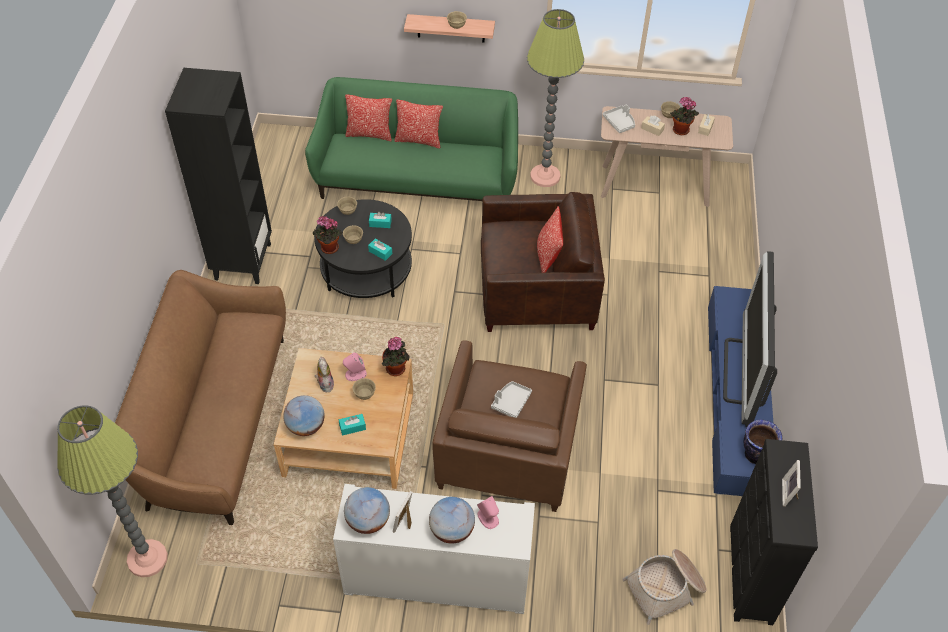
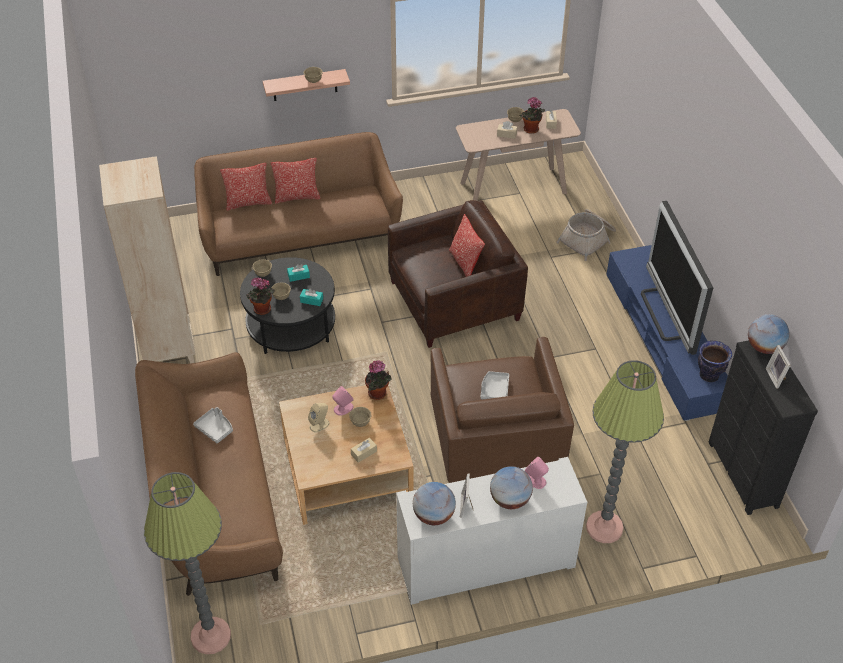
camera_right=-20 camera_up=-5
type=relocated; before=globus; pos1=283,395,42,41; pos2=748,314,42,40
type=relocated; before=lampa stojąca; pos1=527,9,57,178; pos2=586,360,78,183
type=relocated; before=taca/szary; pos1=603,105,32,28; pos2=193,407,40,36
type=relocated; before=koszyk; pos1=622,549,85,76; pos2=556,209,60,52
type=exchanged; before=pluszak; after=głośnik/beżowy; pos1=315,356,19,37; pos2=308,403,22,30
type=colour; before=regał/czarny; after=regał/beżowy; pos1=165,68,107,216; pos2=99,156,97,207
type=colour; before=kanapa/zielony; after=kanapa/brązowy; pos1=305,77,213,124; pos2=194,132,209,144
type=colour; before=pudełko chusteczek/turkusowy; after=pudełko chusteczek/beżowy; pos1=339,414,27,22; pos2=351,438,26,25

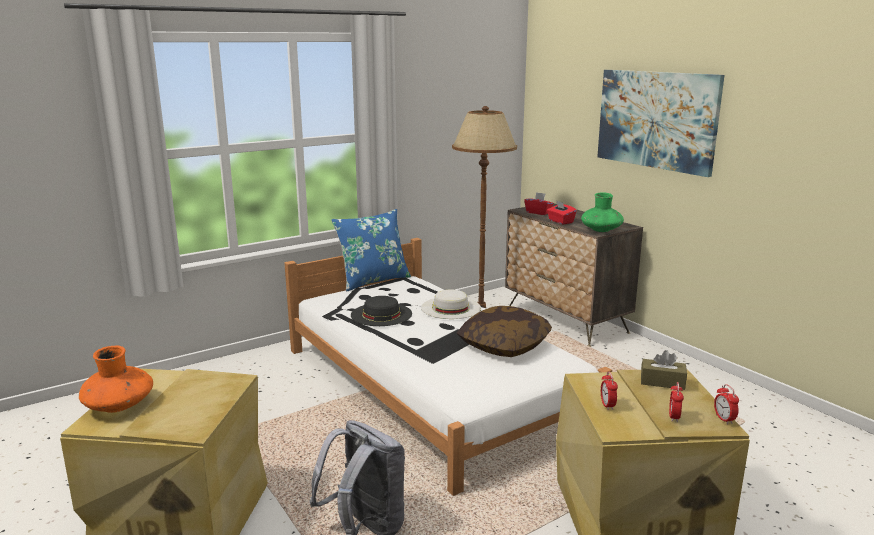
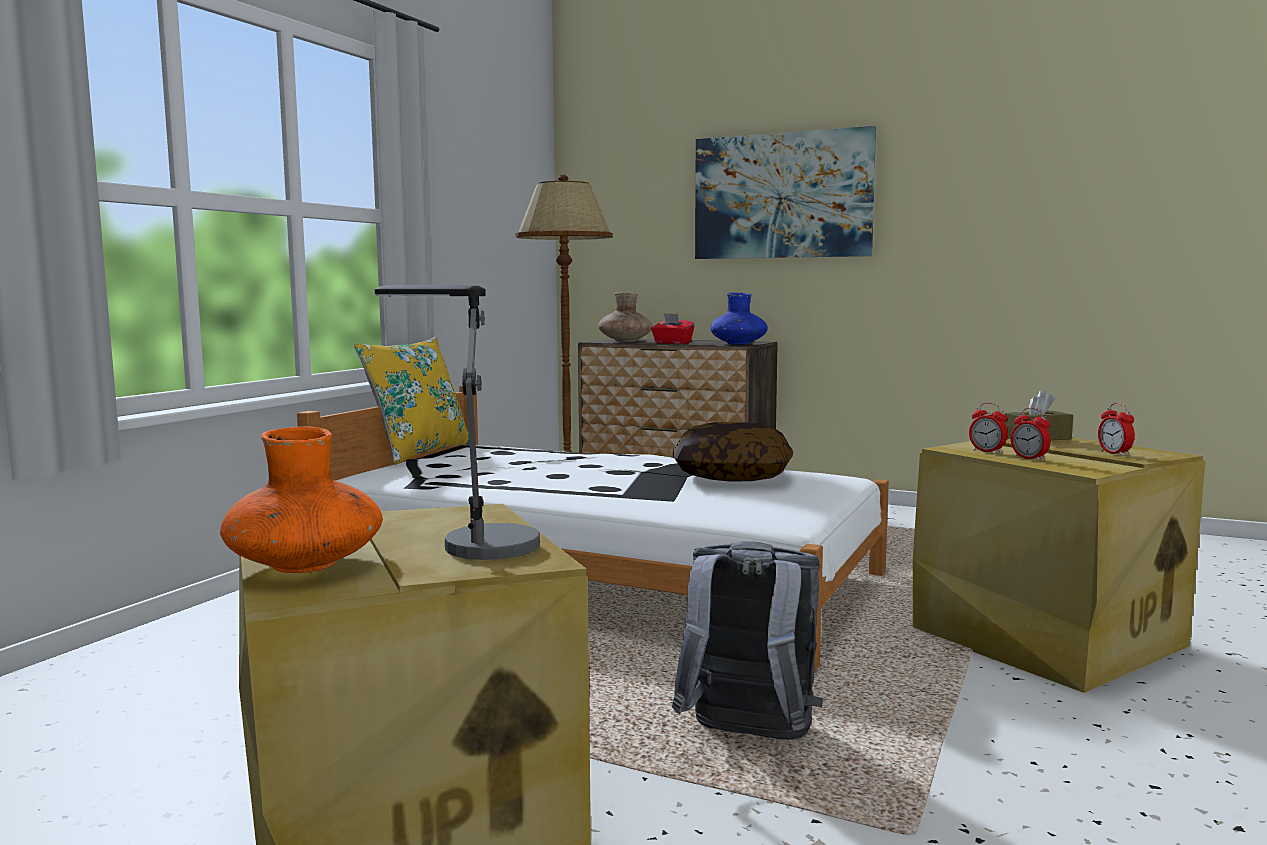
camera_right=-30 camera_up=-10
type=missing; before=kapelusz/czarny; pos1=351,296,61,30
type=missing; before=kapelusz/biały; pos1=421,290,60,29
type=appeared; after=lampa stołowa; pos2=375,285,165,275
type=relocated; before=budzik; pos1=714,384,25,41; pos2=969,402,39,52
type=exchanged; before=pudełko chusteczek/czerwony; after=wazon/brązowy; pos1=524,192,30,23; pos2=598,293,55,49
type=colour; before=poduszka/niebieski; after=poduszka/żółty; pos1=332,209,79,82; pos2=354,337,115,128
type=colour; before=wazon/zielony; after=wazon/niebieski; pos1=581,193,43,39; pos2=710,293,58,52

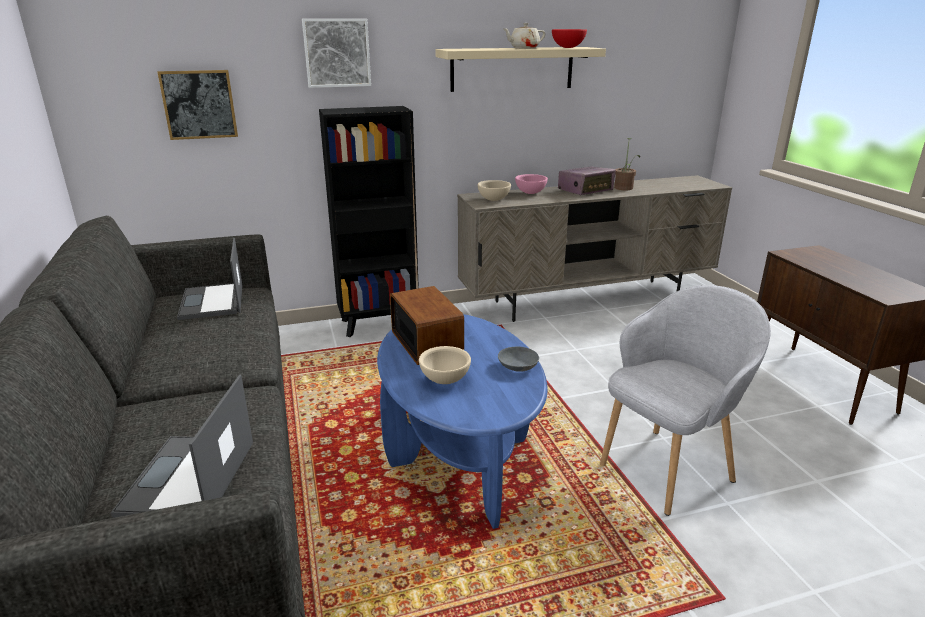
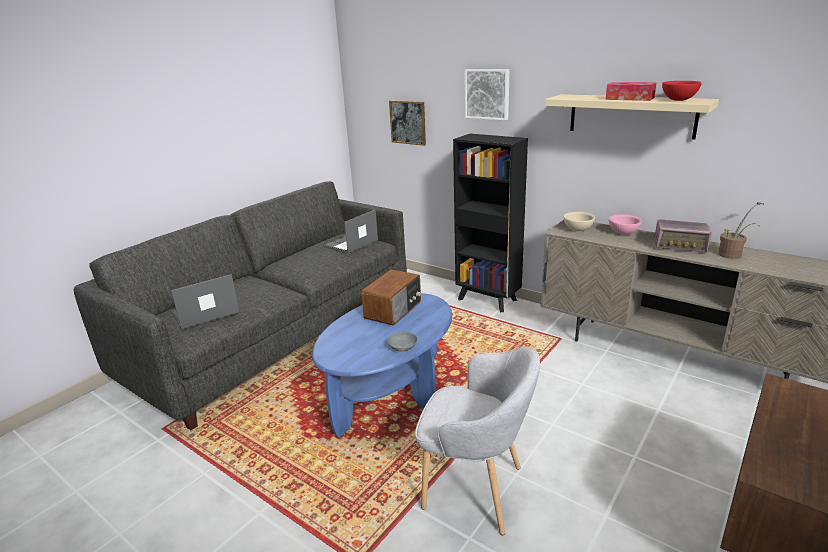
camera_right=55 camera_up=0
type=missing; before=miska/beżowy; pos1=419,346,52,38
type=exchanged; before=imbryk/beżowy; after=pudełko chusteczek; pos1=502,23,44,26; pos2=606,82,51,19

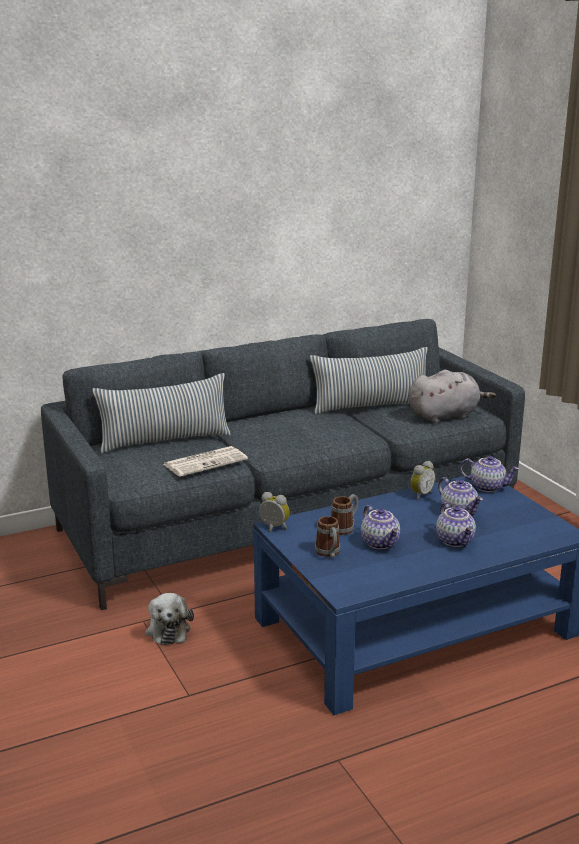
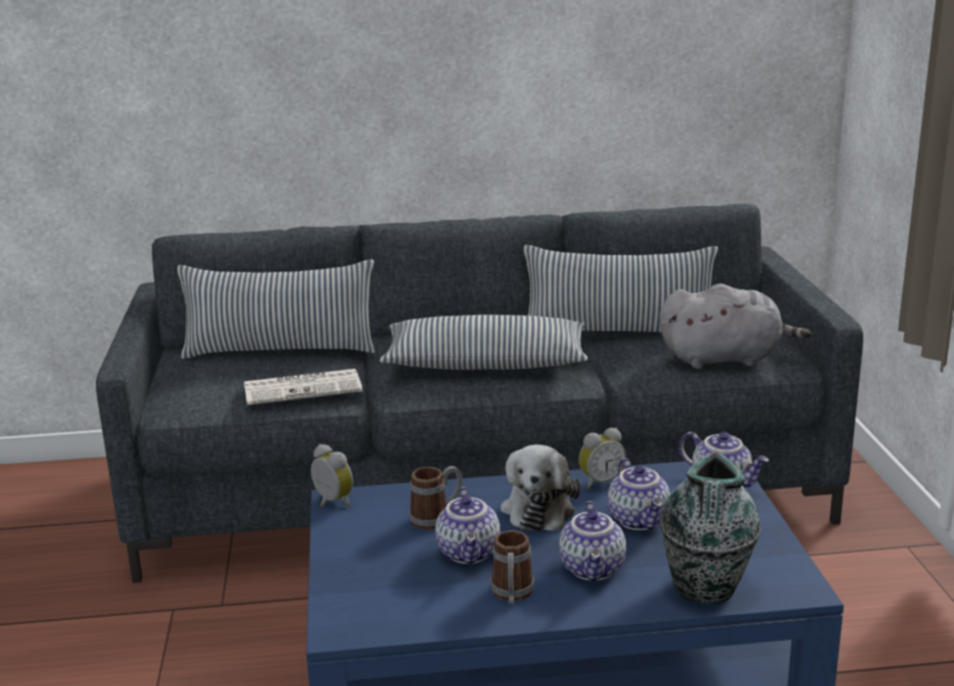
camera_right=20 camera_up=0
type=appeared; after=poduszka; pos2=379,315,209,55
type=appeared; after=wazon; pos2=660,451,101,154
type=relocated; before=pluszak; pos1=145,593,49,52; pos2=501,444,80,87
type=relocated; before=kubek; pos1=315,516,25,42; pos2=490,530,45,74

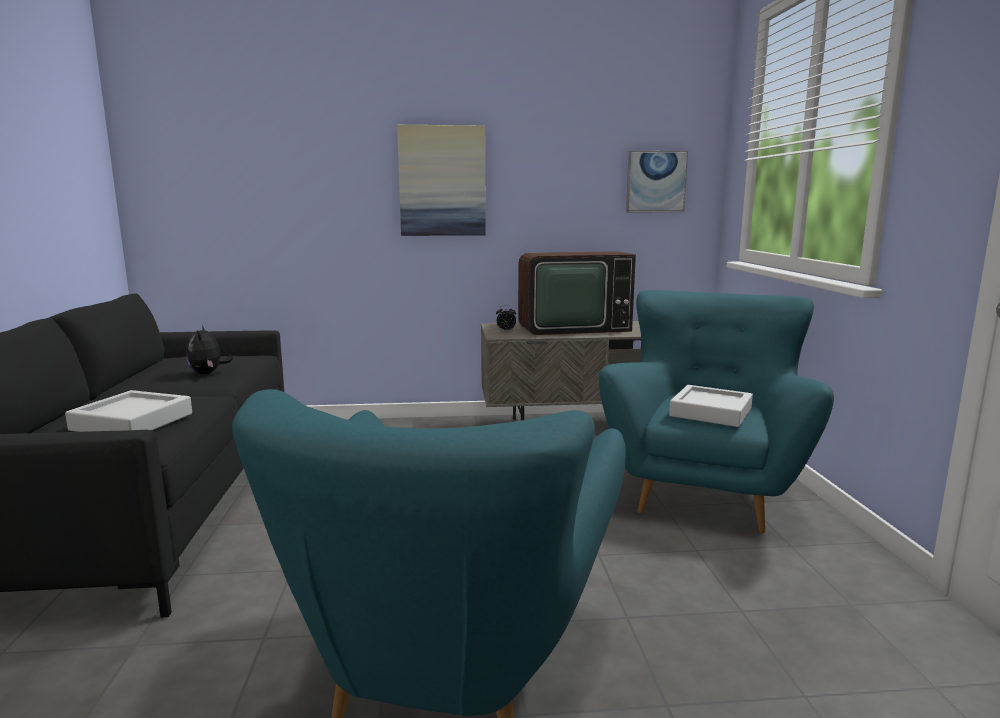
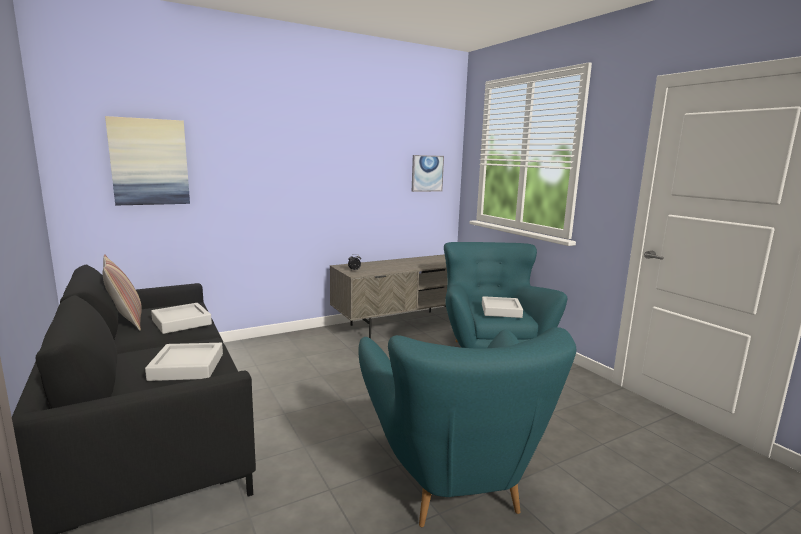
camera_right=-25 camera_up=0
type=missing; before=telewizor; pos1=518,251,118,84
type=appeared; after=poduszka; pos2=103,254,39,77
type=relocated; before=obraz; pos1=397,125,89,111; pos2=105,116,85,90
type=exchanged; before=pluszak; after=taca/szary; pos1=187,325,46,49; pos2=151,303,61,31

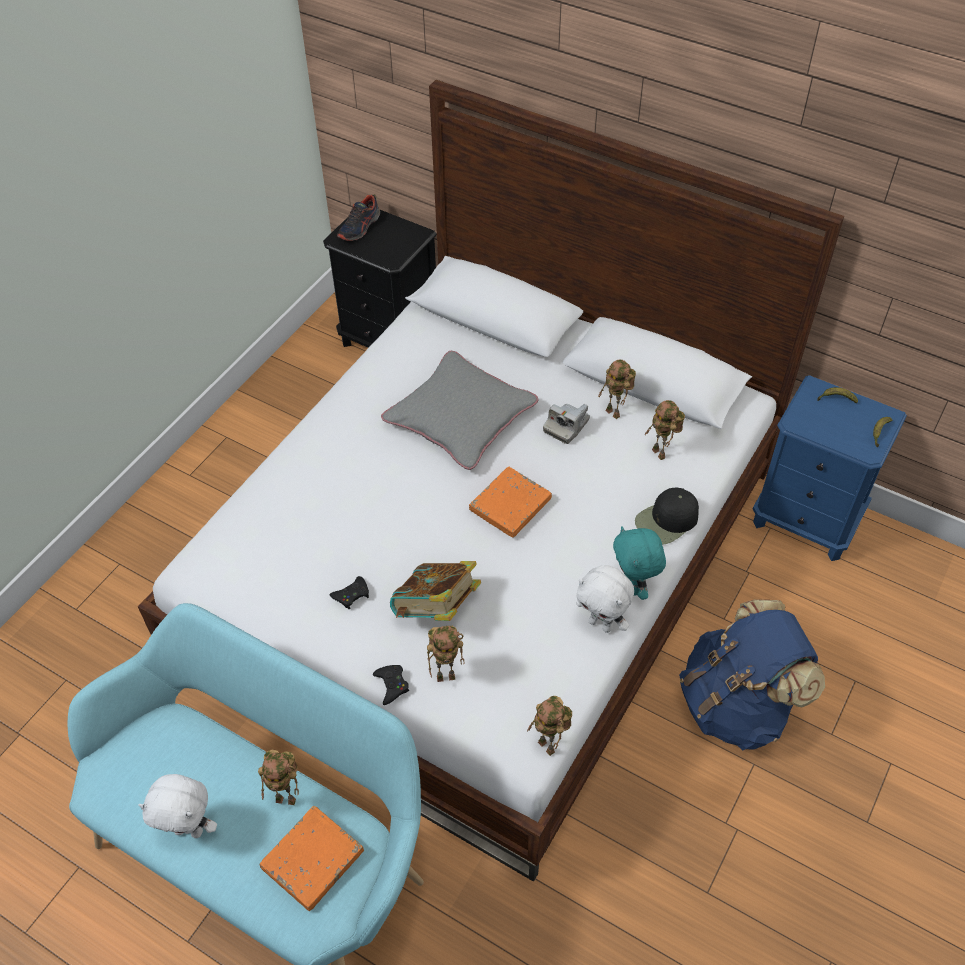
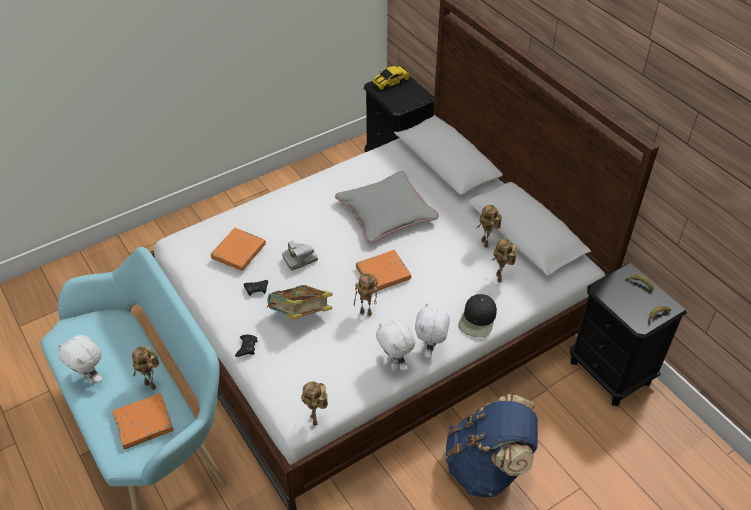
camera_right=25 camera_up=-5
type=appeared; after=książka/pomarańczowy; pos2=210,228,56,43
type=relocated; before=robot zabawkowy; pos1=427,626,38,56; pos2=354,273,24,43
type=relocated; before=aparat fotograficzny; pos1=543,404,47,40; pos2=282,241,36,29
type=exchanged; before=but; after=samochodzik; pos1=337,195,43,46; pos2=373,65,36,25
type=colour; before=pluszak/turkusowy; after=pluszak/biały; pos1=613,526,53,74; pos2=415,302,35,56
type=colour; before=szafka nocna/niebieski; after=szafka nocna/czarny; pos1=753,375,154,186; pos2=570,263,117,143
type=spun; before=czapka z daszkiem/czarny; pos1=635,487,64,58; pos2=459,294,38,44; turn=-60

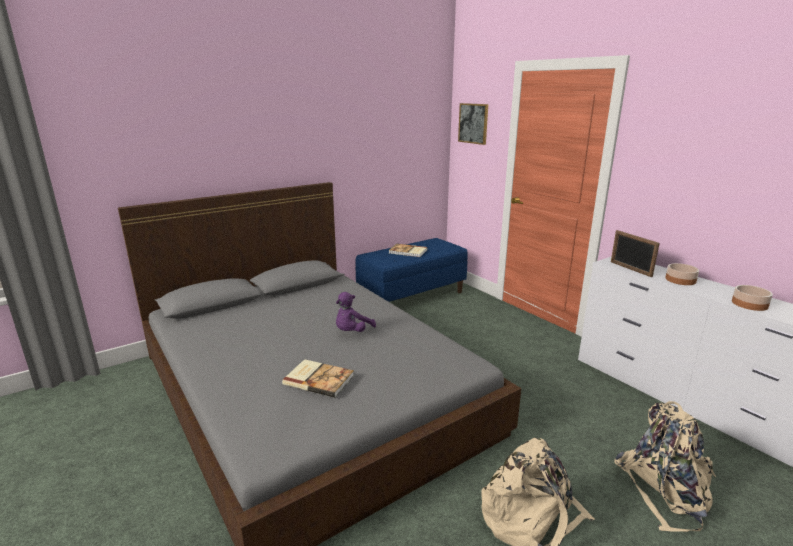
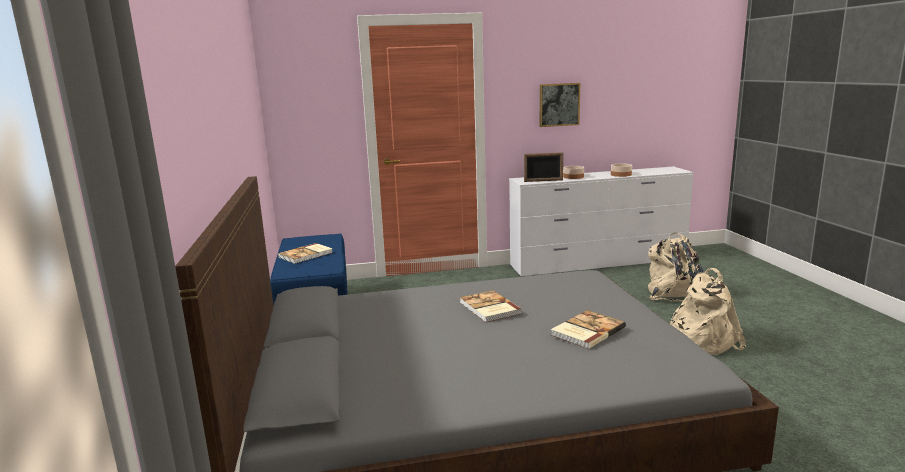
camera_right=-65 camera_up=-5
type=relocated; before=obraz; pos1=458,103,30,42; pos2=540,83,41,44
type=exchanged; before=pluszak/fioletowy; after=książka; pos1=336,292,40,40; pos2=460,290,62,33

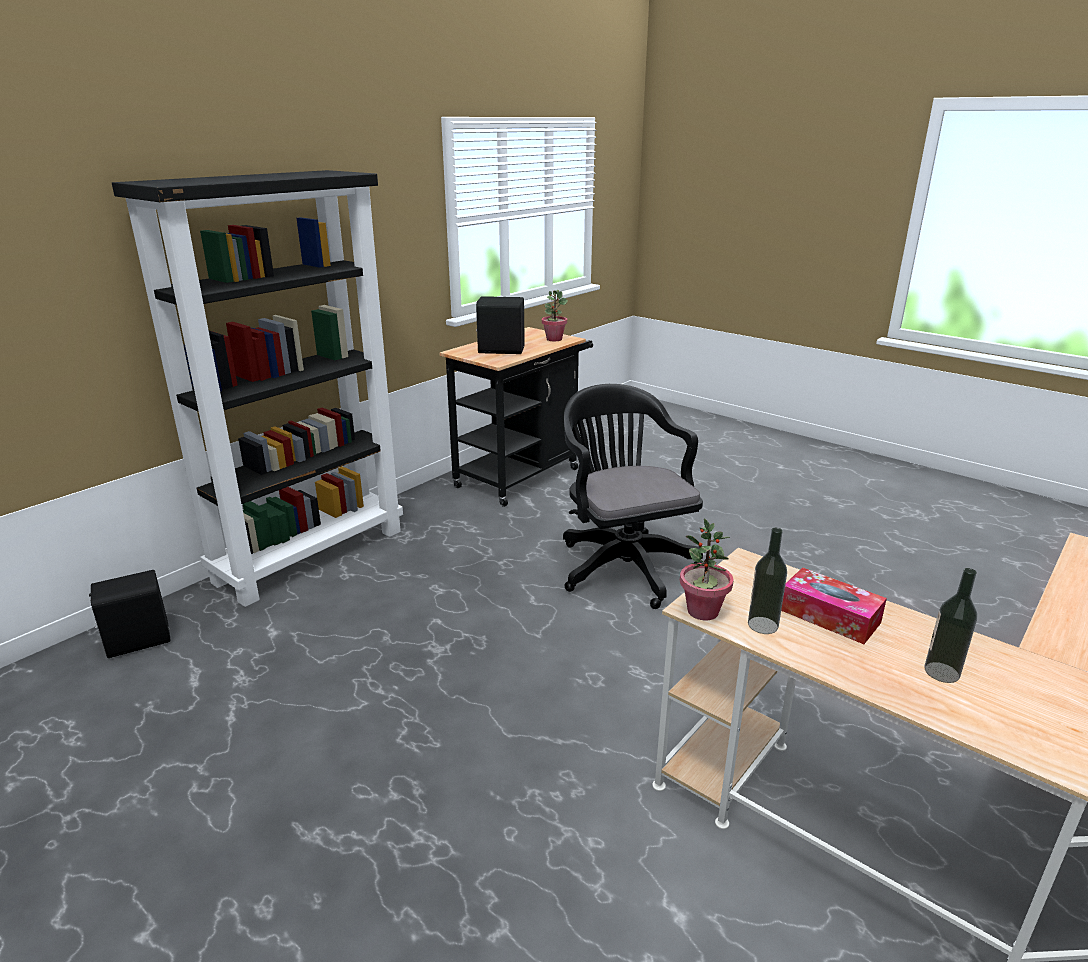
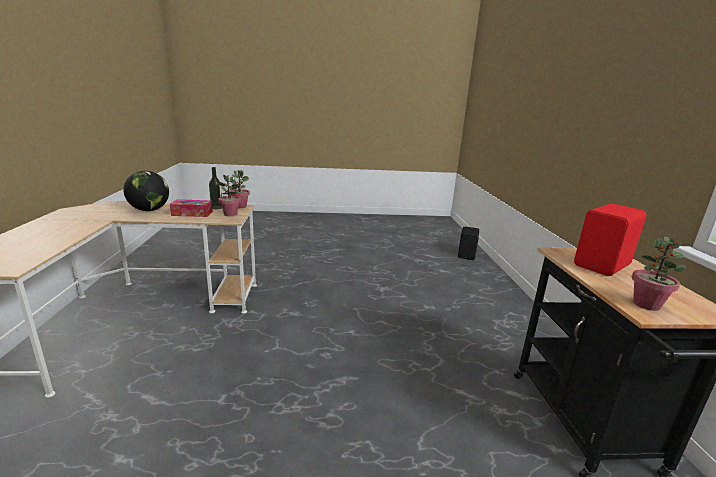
camera_right=135 camera_up=-5
type=missing; before=regał/czarny; pos1=112,170,291,437
type=missing; before=krzesło biurowe/czarny; pos1=563,384,140,225
type=appeared; after=roślina doniczkowa; pos2=217,175,24,41
type=exchanged; before=butelka; after=globus; pos1=924,568,53,115; pos2=123,171,46,40
type=colour; before=głośnik/czarny; after=głośnik/czerwony; pos1=476,296,49,58; pos2=574,203,73,73

